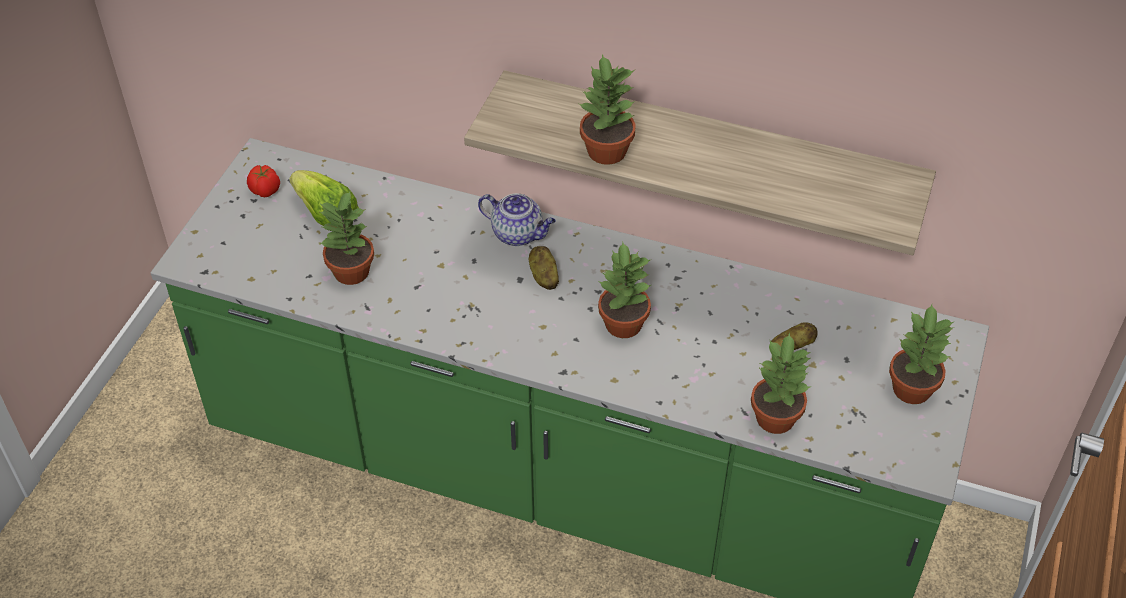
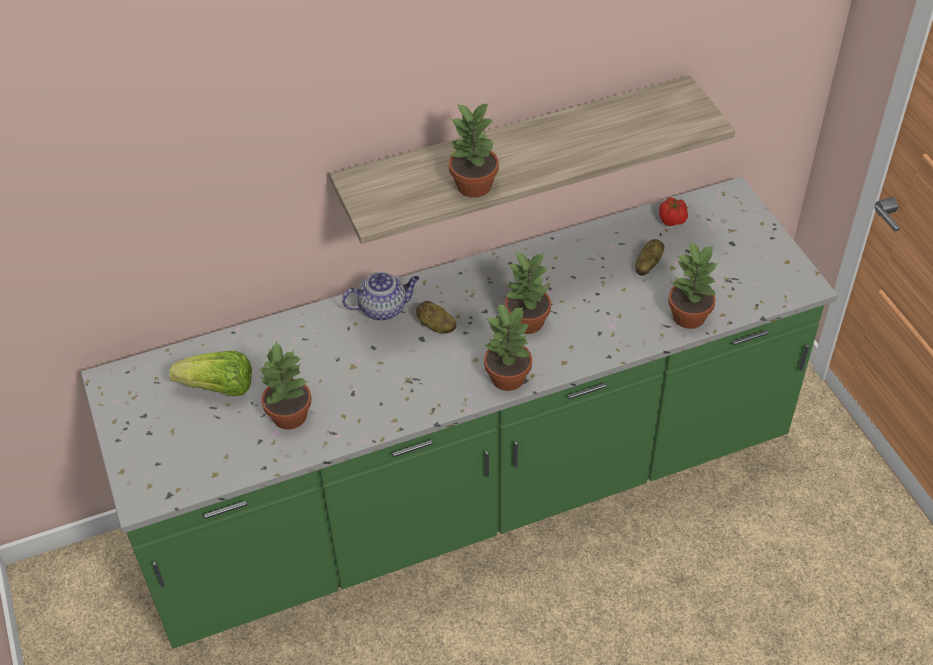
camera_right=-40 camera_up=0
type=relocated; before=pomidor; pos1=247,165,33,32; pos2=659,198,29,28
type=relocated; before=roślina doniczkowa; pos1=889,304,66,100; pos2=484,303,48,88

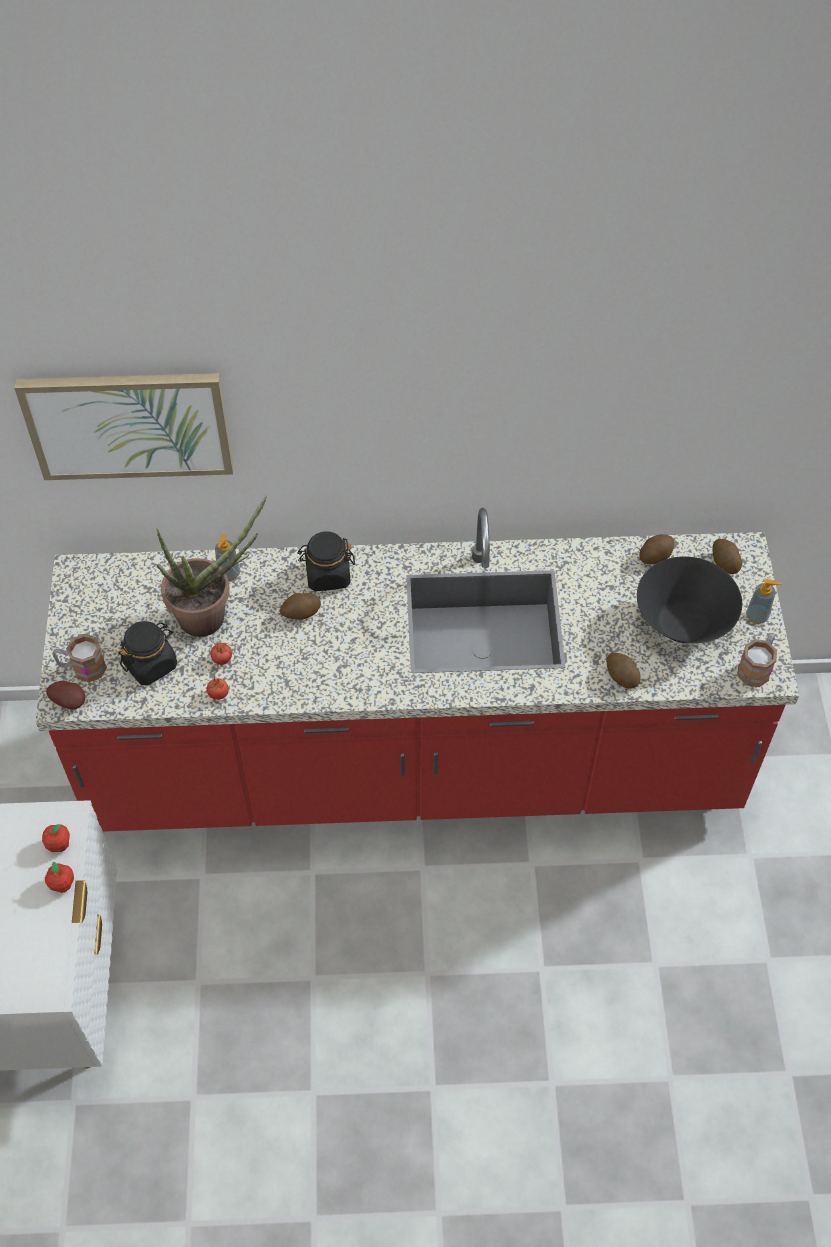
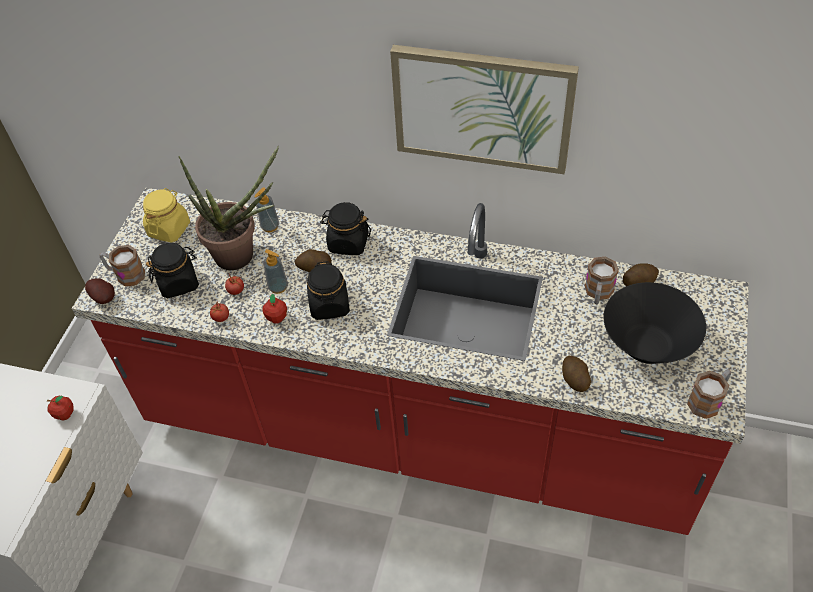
camera_right=20 camera_up=-5
type=missing; before=ziemniak; pos1=713,539,29,35
type=appeared; after=słoik/żółty; pos2=143,188,47,55
type=appeared; after=słoik/czarny; pos2=307,261,43,59
type=appeared; after=kubek; pos2=585,257,34,47
type=relocated; before=obraz; pos1=14,373,219,107; pos2=390,45,189,129
type=relocated; before=jabłko; pos1=45,862,29,31; pos2=262,294,25,30
type=relocated; before=dozownik mydła; pos1=746,579,35,45; pos2=263,249,25,45

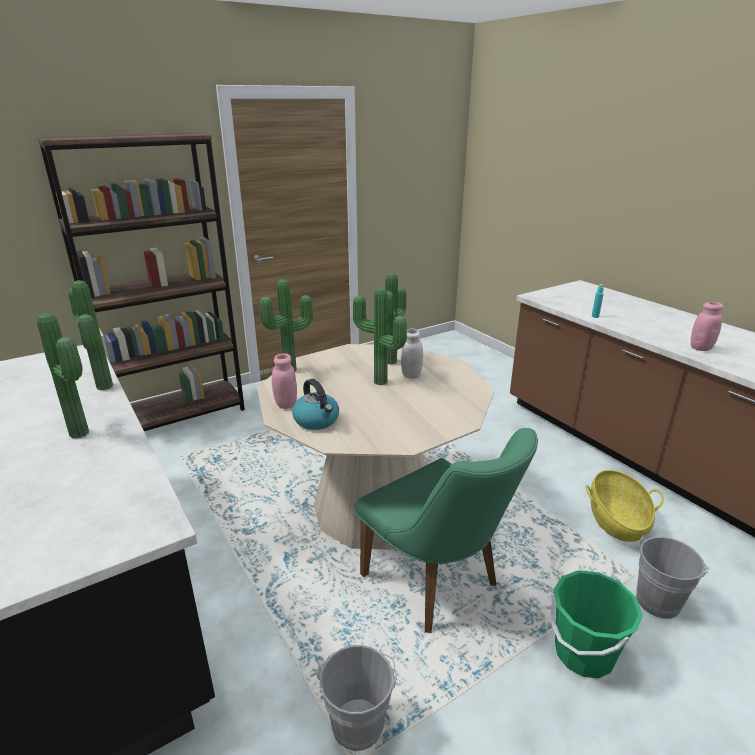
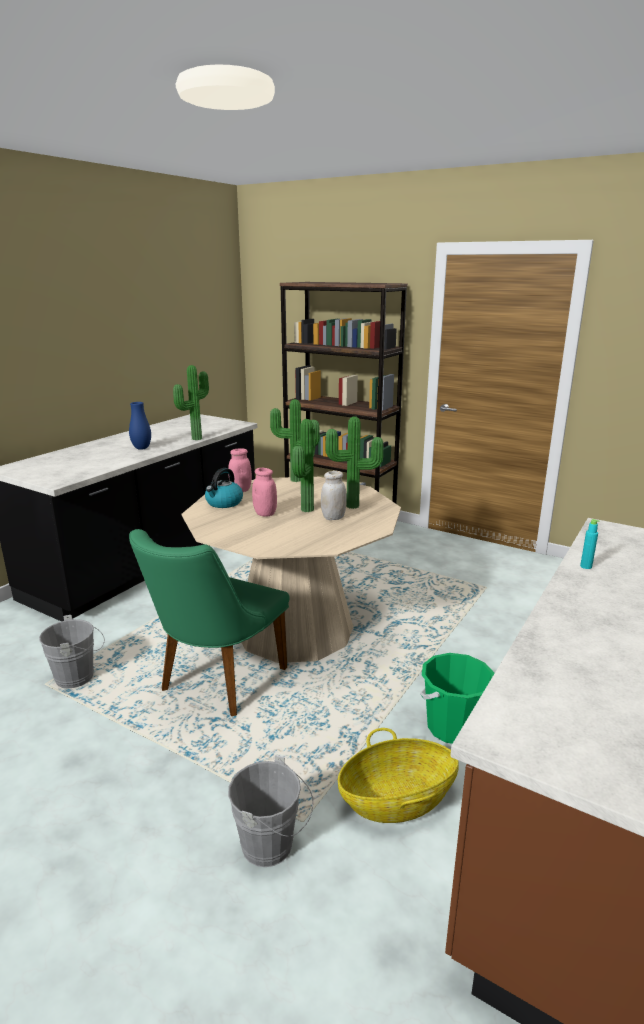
camera_right=65 camera_up=-5
type=relocated; before=wiadro/zielony; pos1=550,570,93,109; pos2=420,653,75,91
type=relocated; before=słoik/różowy; pos1=691,302,33,49; pos2=252,468,25,49
type=exchanged; before=roślina doniczkowa; after=wazon/niebieski; pos1=37,313,52,126; pos2=129,402,22,48

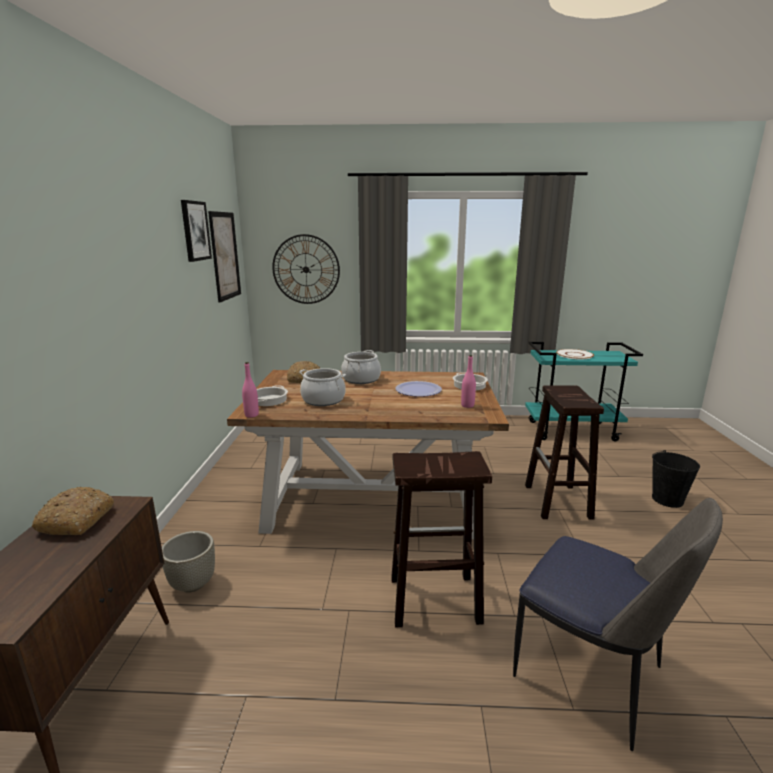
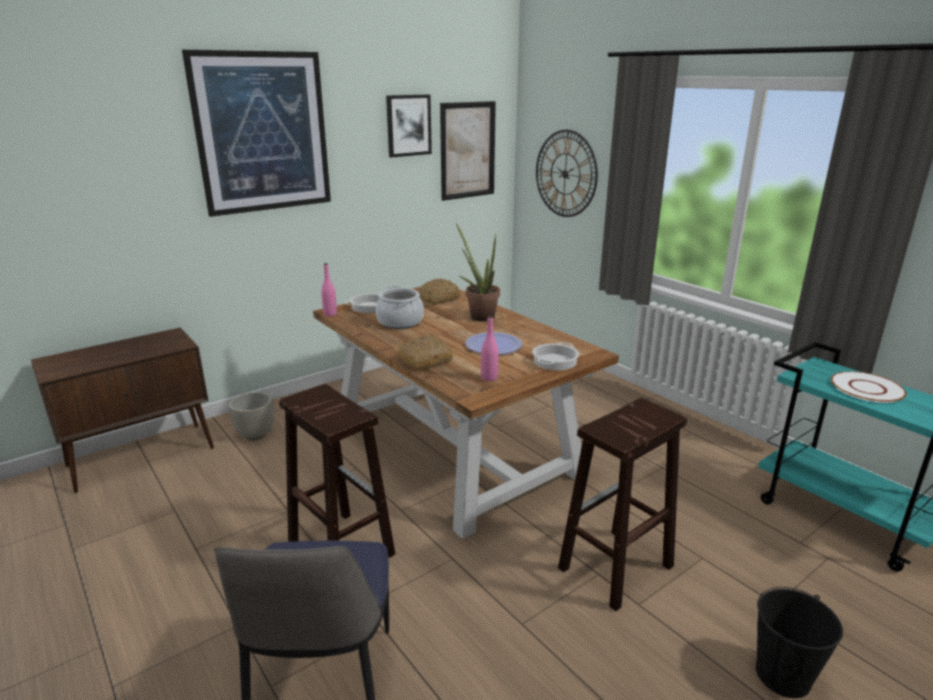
camera_right=50 camera_up=5
type=appeared; after=obraz; pos2=182,50,149,167
type=relocated; before=chleb; pos1=32,487,82,48; pos2=398,336,55,34
type=exchanged; before=garnek; after=roślina doniczkowa; pos1=341,350,40,34; pos2=456,223,44,99

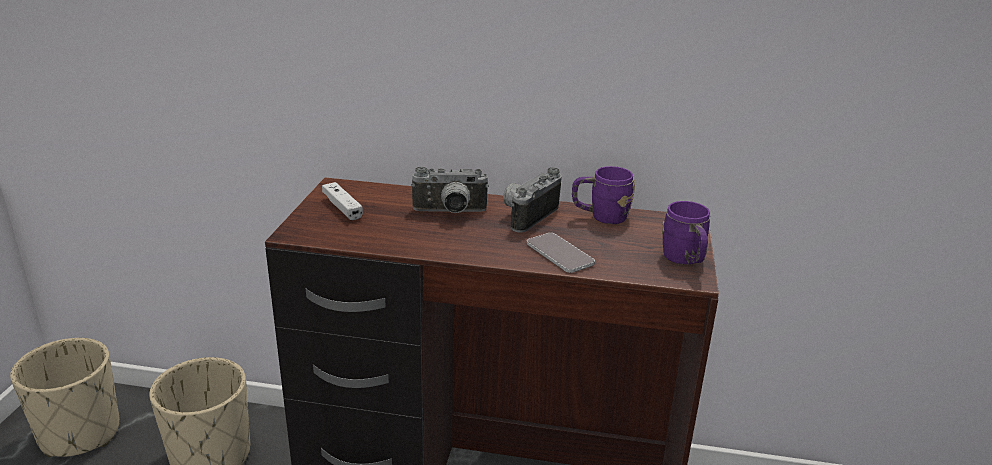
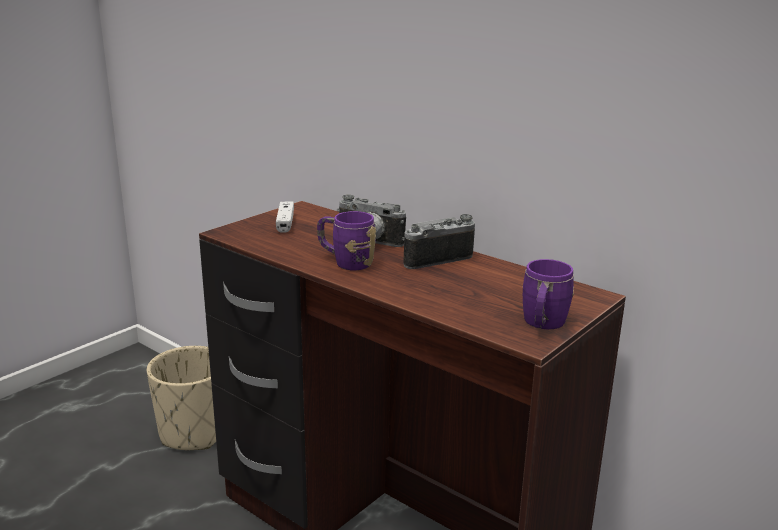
camera_right=30 camera_up=-5
type=missing; before=donica/beżowy; pos1=10,338,110,119
type=missing; before=telefon; pos1=527,233,68,40
type=relocated; before=kubek/fioletowy; pos1=572,166,63,58; pos2=317,211,59,59

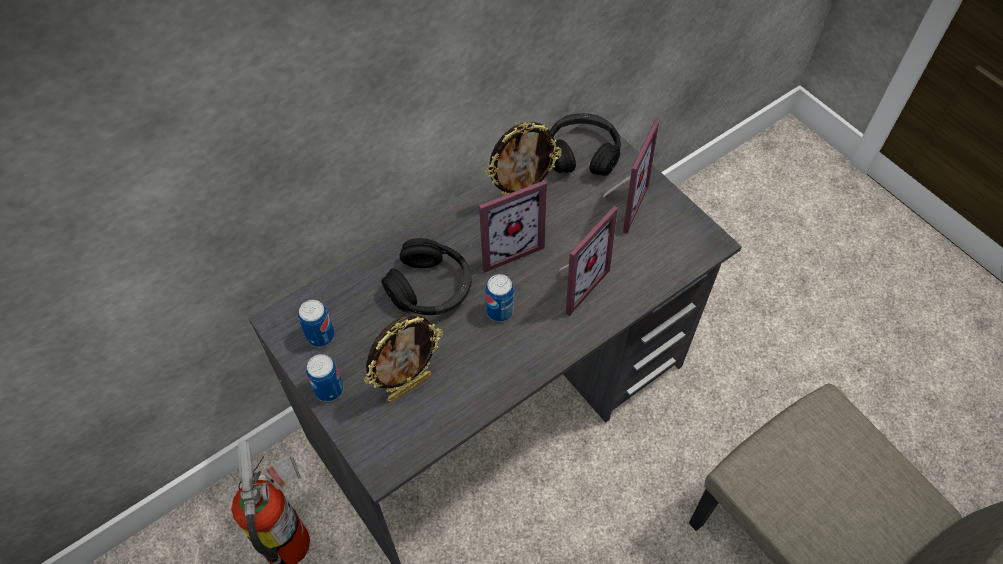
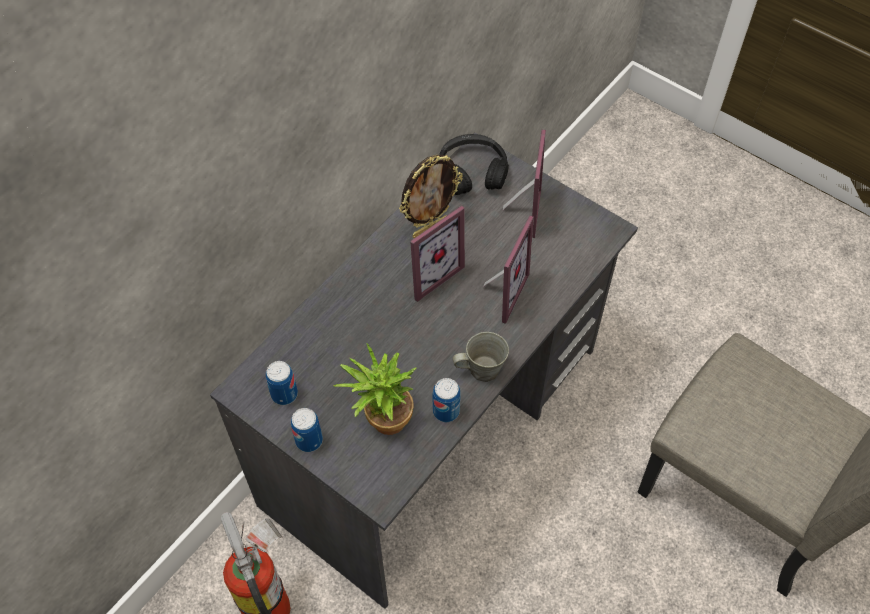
camera_right=-15 camera_up=0
type=missing; before=słuchawki/czarny; pos1=381,238,91,77
type=appeared; after=kubek/szary; pos2=452,332,57,50
type=relocated; before=puszka; pos1=485,274,29,48; pos2=433,378,28,44
type=exchanged; before=ramka na zdjęcie; after=roślina doniczkowa; pos1=364,315,79,87; pos2=333,343,83,92

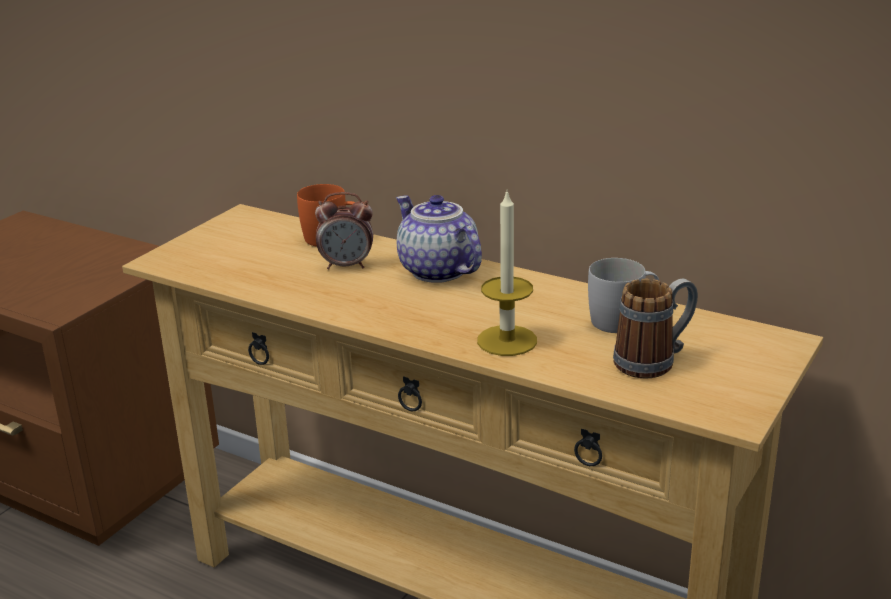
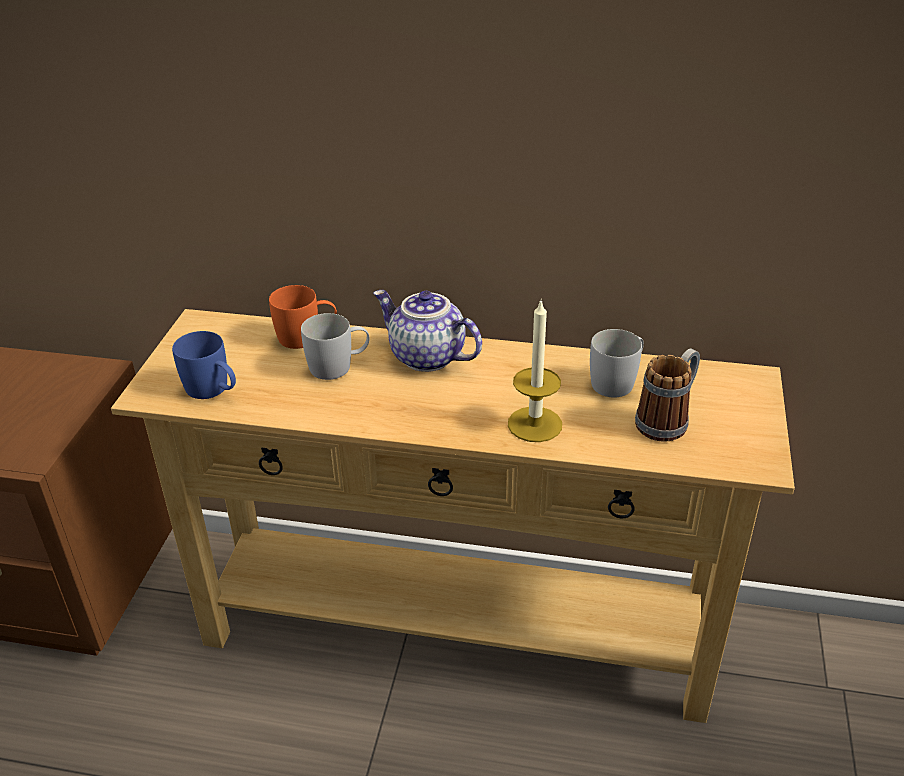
camera_right=-20 camera_up=10
type=appeared; after=kubek/niebieski; pos2=172,331,64,68
type=exchanged; before=budzik; after=kubek/biały; pos1=315,192,58,77; pos2=301,313,68,67

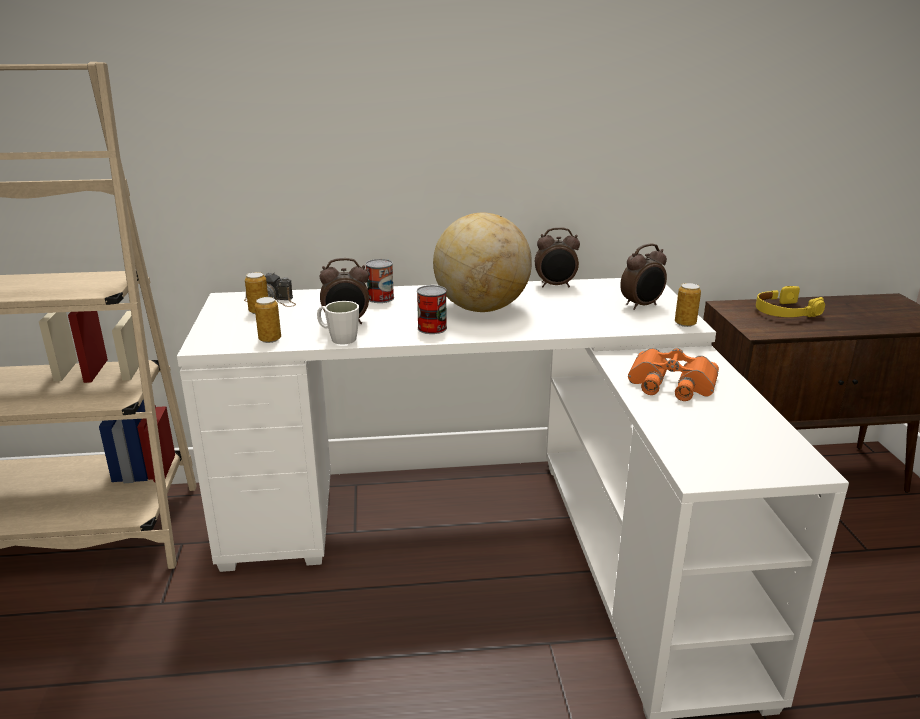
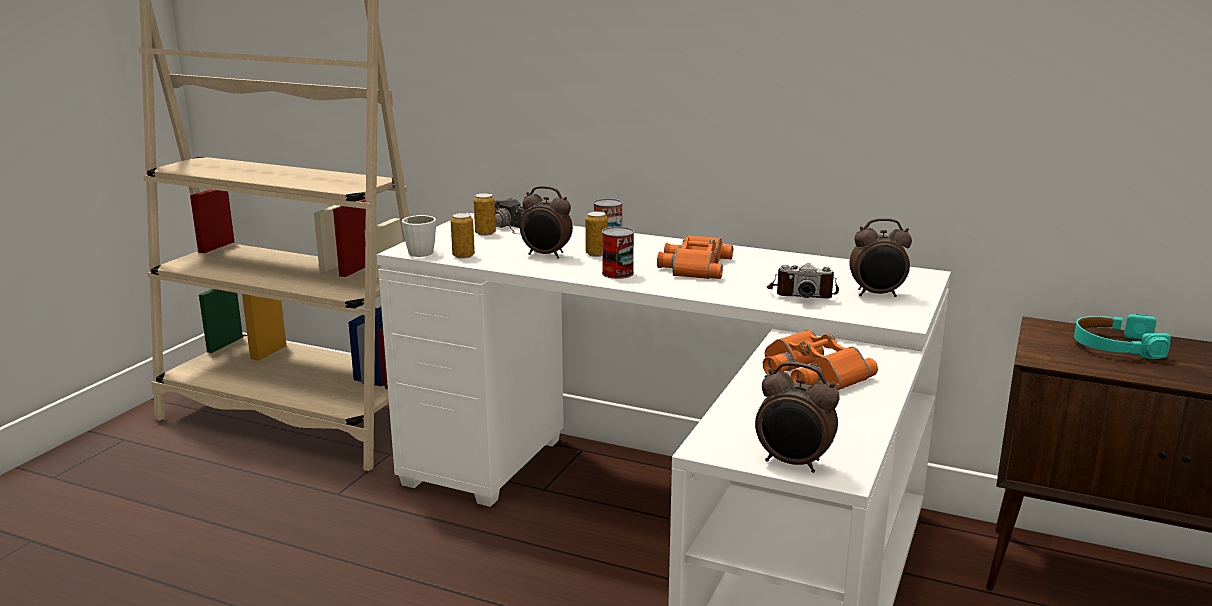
camera_right=30 camera_up=-5
type=appeared; after=aparat fotograficzny; pos2=767,263,72,36
type=relocated; before=kubek/biały; pos1=317,301,42,44; pos2=402,215,34,42
type=relocated; before=budzik; pos1=535,227,45,60; pos2=755,362,85,111
type=relocated; before=puszka; pos1=675,283,26,44; pos2=585,211,23,46
type=exchanged; before=globus; after=lornetka/pomarańczowy; pos1=433,212,99,100; pos2=657,235,76,44
type=colour; before=słuchawki/żółty; after=słuchawki/turkusowy; pos1=756,286,69,31; pos2=1074,314,97,45

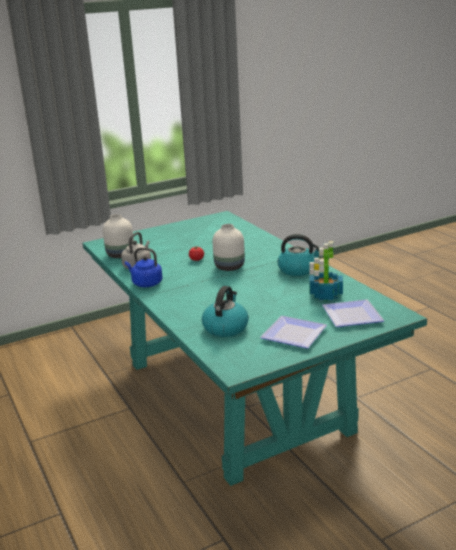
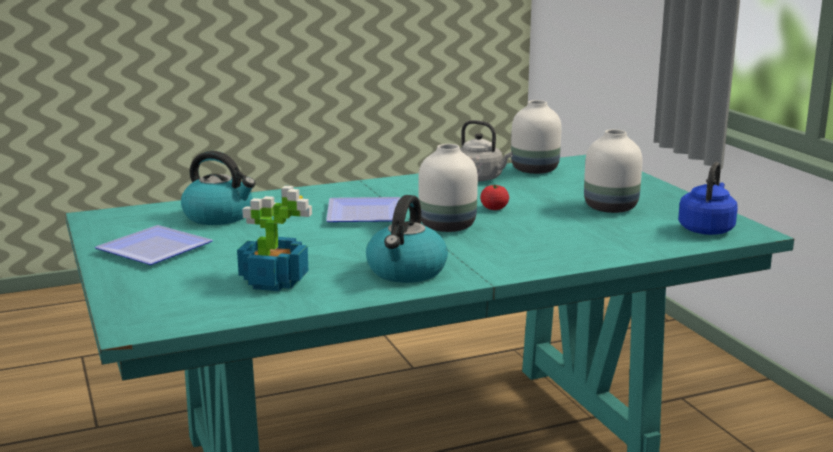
camera_right=95 camera_up=-5
type=appeared; after=wazon/biały; pos2=584,129,58,84
type=relocated; before=czajnik/niebieski; pos1=125,248,37,39; pos2=678,162,60,73
type=relocated; before=talerz; pos1=322,299,62,28; pos2=326,197,75,25

